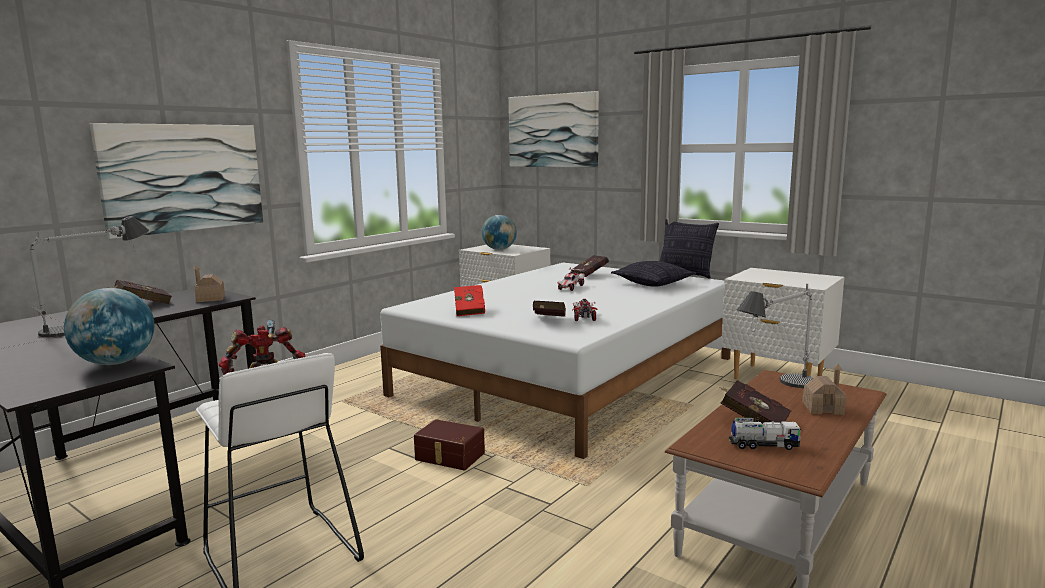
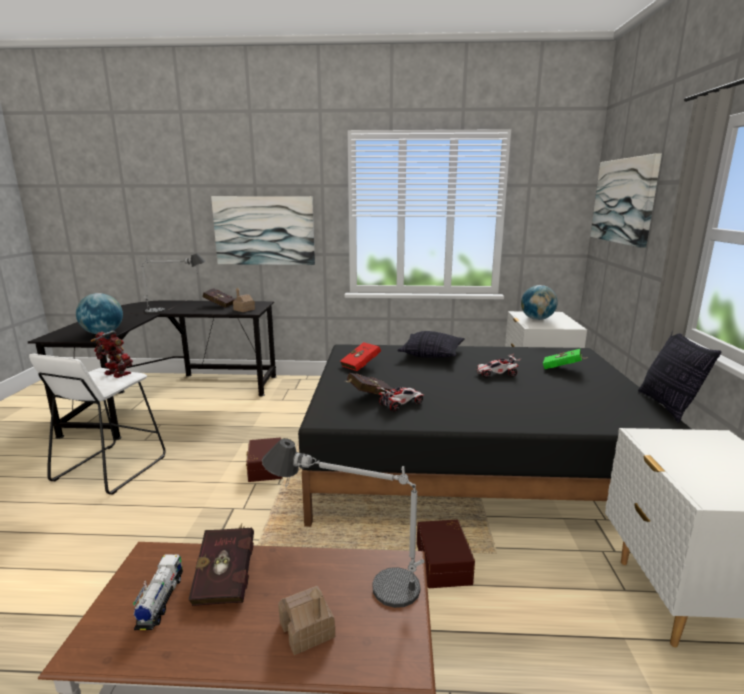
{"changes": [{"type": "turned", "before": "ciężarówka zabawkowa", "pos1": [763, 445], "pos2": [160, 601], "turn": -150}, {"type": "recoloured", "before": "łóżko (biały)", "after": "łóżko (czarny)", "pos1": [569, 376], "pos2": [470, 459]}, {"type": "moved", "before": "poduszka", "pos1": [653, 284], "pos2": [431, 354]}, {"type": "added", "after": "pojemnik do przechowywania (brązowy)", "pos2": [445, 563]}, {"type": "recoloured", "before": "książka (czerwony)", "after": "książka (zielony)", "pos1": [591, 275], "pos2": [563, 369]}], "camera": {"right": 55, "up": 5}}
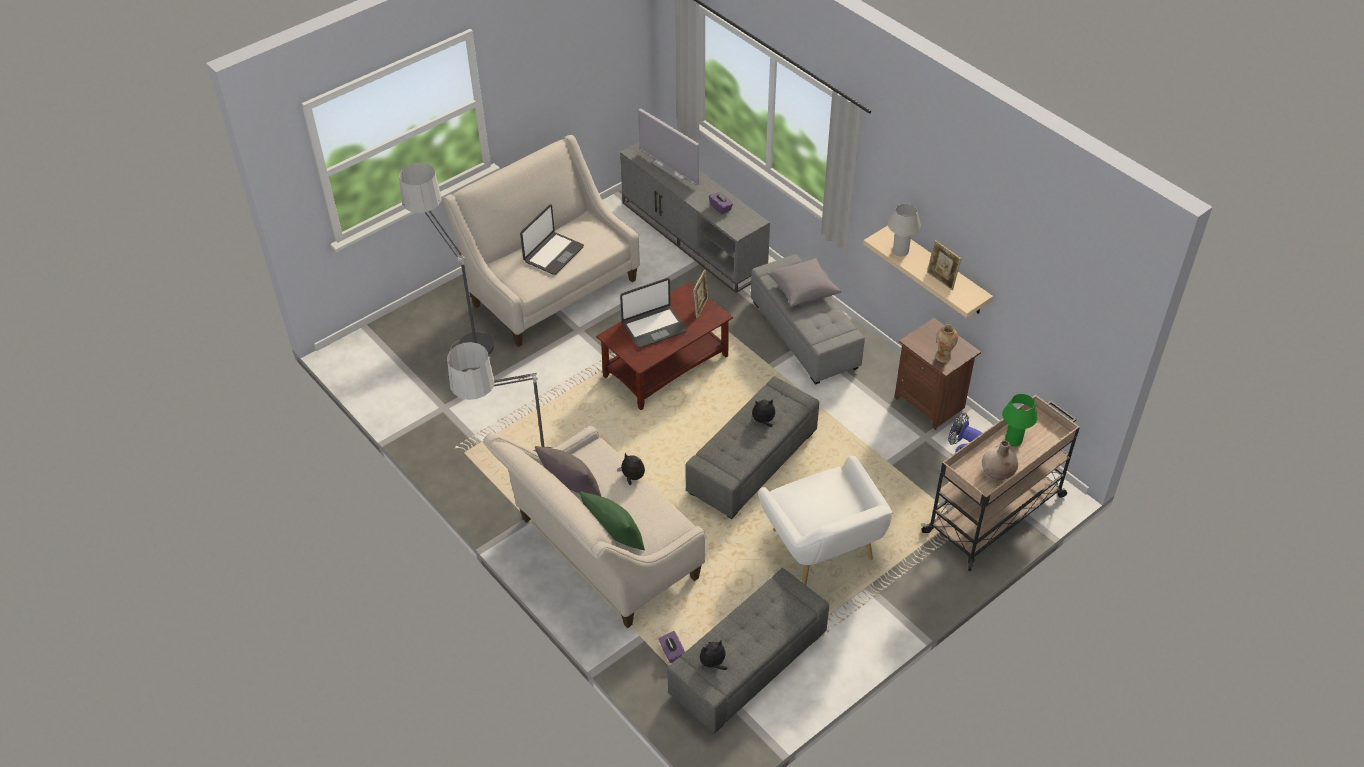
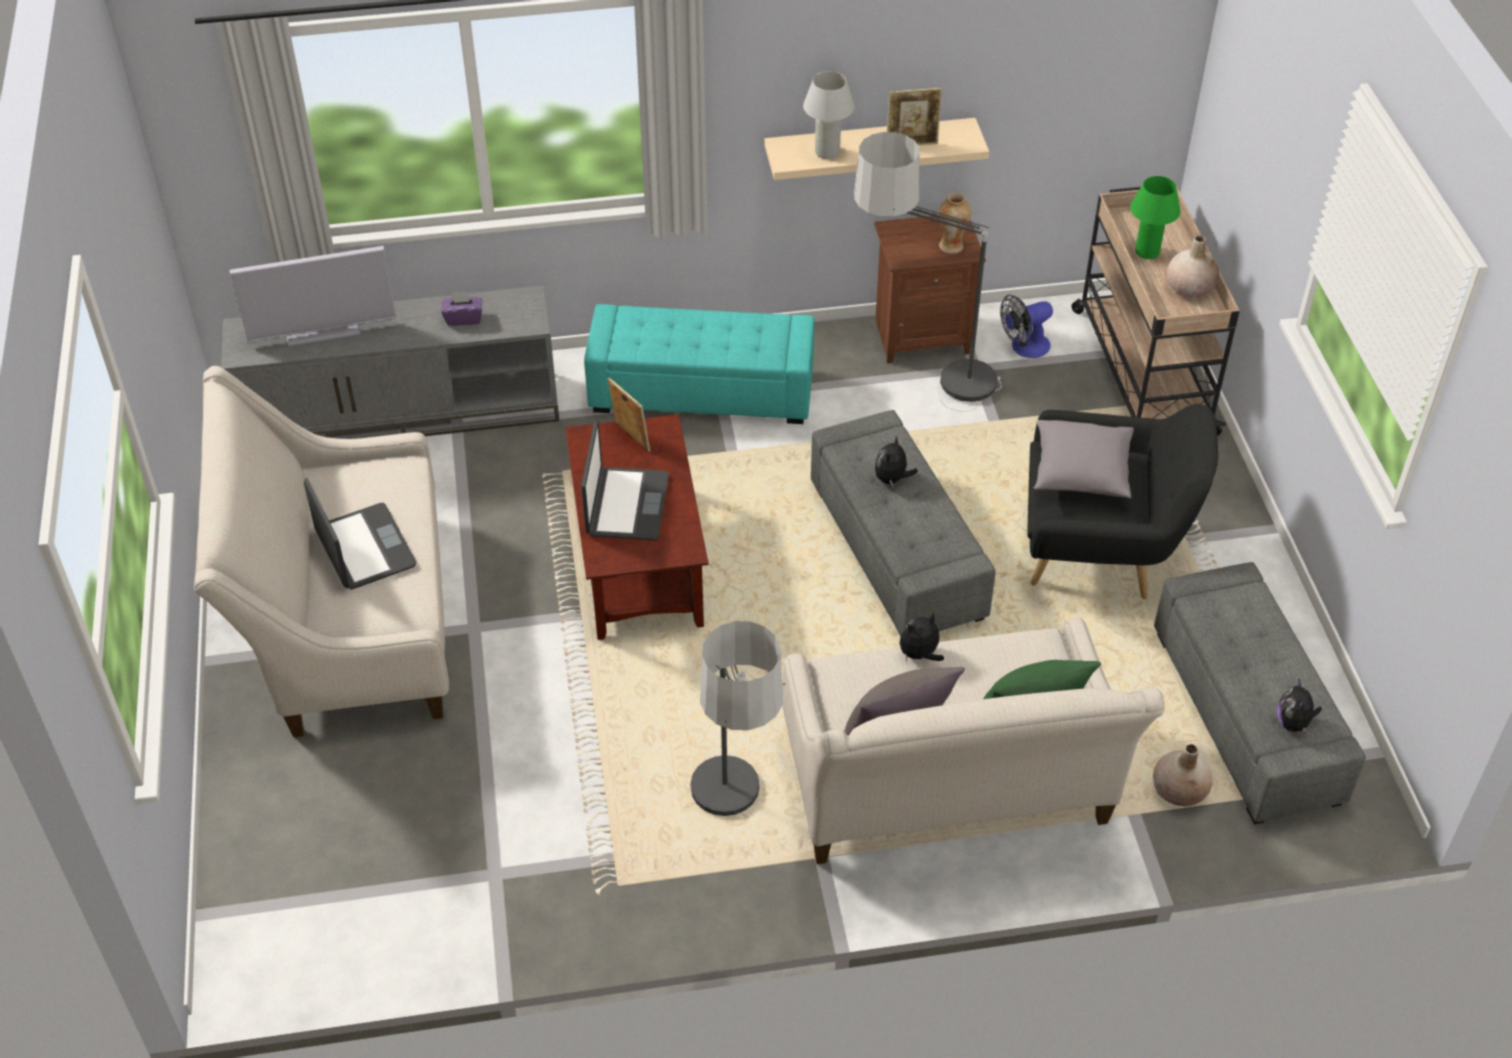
{"changes": [{"type": "recoloured", "before": "pufa (szary)", "after": "pufa (turkusowy)", "pos1": [804, 334], "pos2": [702, 390]}, {"type": "moved", "before": "lampa stojąca", "pos1": [458, 333], "pos2": [923, 391]}, {"type": "recoloured", "before": "fotel (biały)", "after": "fotel (czarny)", "pos1": [824, 551], "pos2": [1100, 552]}, {"type": "moved", "before": "poduszka (szary)", "pos1": [803, 290], "pos2": [1080, 473]}, {"type": "replaced", "before": "pudełko chusteczek (fioletowy)", "after": "wazon (beżowy)", "pos1": [671, 652], "pos2": [1179, 791]}], "camera": {"right": -60, "up": 0}}
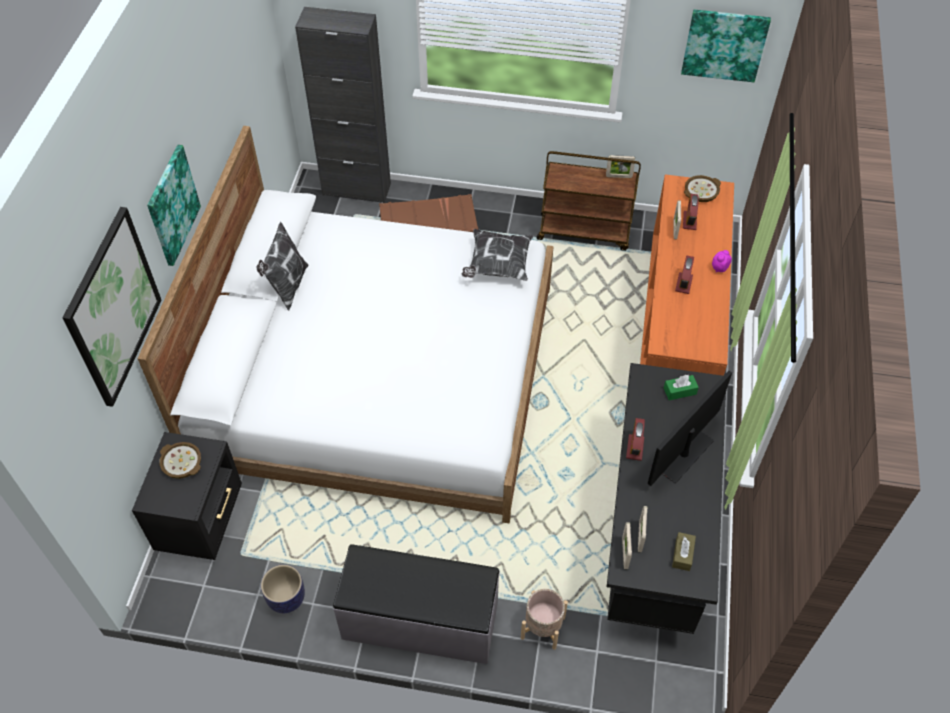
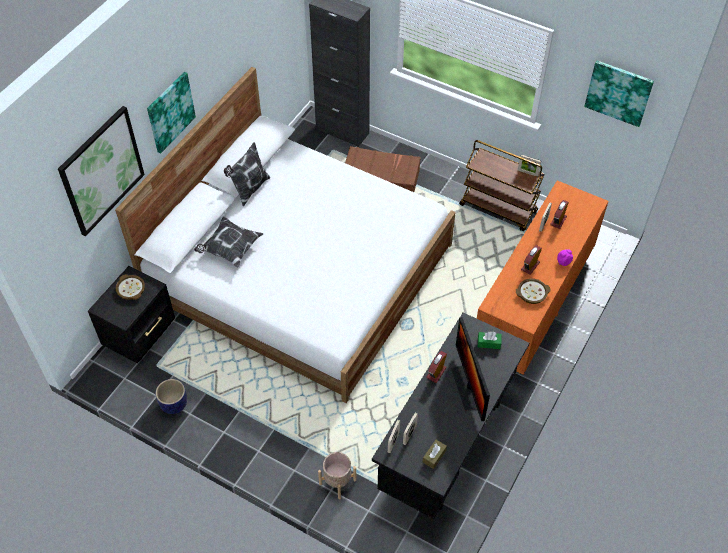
{"changes": [{"type": "moved", "before": "poduszka", "pos1": [497, 265], "pos2": [230, 249]}, {"type": "turned", "before": "monitor", "pos1": [682, 453], "pos2": [468, 387], "turn": -75}, {"type": "moved", "before": "miska", "pos1": [700, 192], "pos2": [532, 293]}, {"type": "removed", "before": "ławka (szary)", "pos1": [420, 622]}], "camera": {"right": 20, "up": 0}}
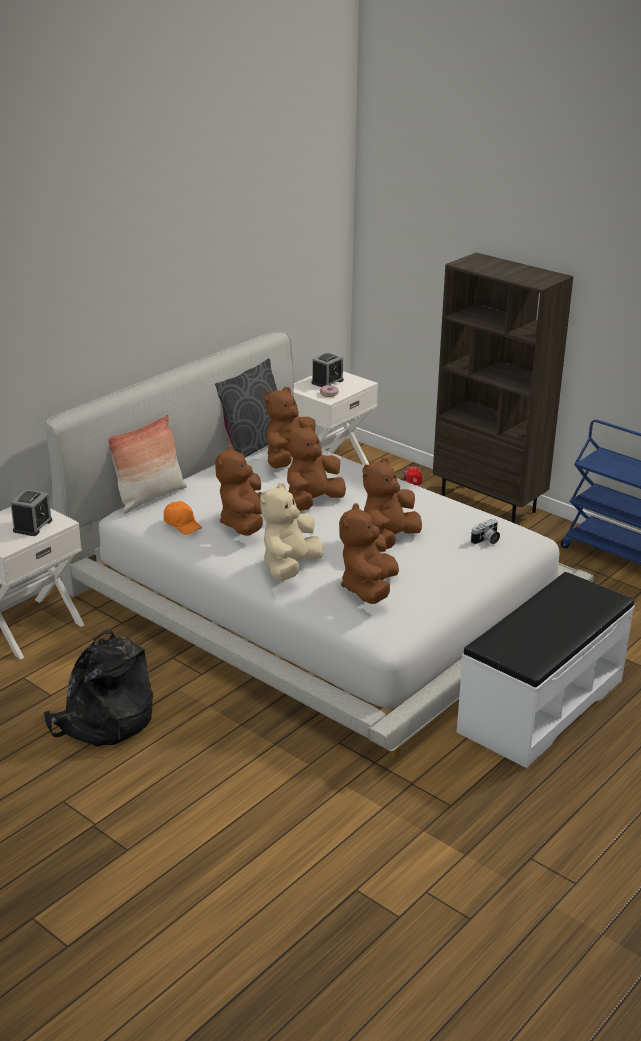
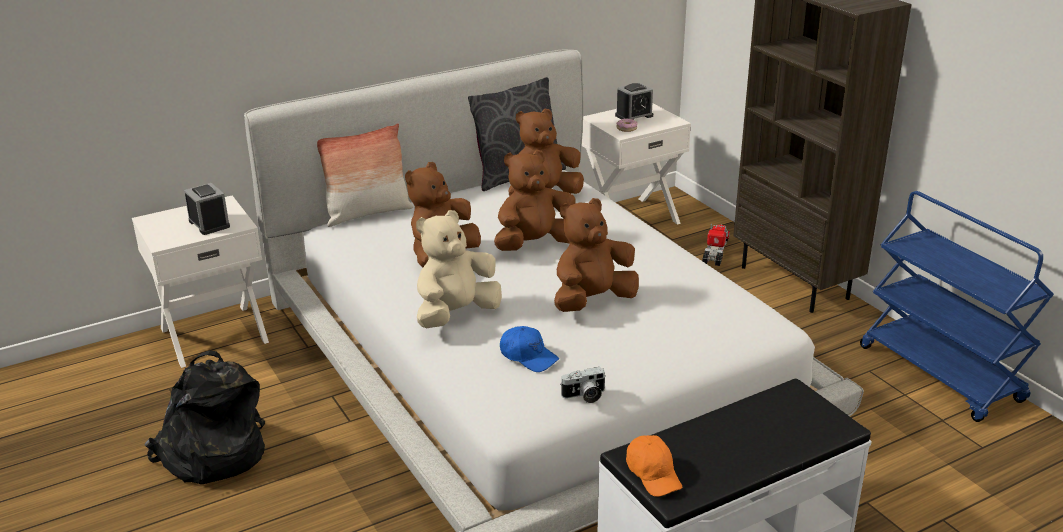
{"changes": [{"type": "turned", "before": "budzik", "pos1": [32, 526], "pos2": [209, 224], "turn": -75}, {"type": "replaced", "before": "pluszak (brązowy)", "after": "czapka z daszkiem (niebieski)", "pos1": [368, 589], "pos2": [528, 356]}, {"type": "moved", "before": "aparat fotograficzny", "pos1": [486, 541], "pos2": [584, 396]}, {"type": "moved", "before": "czapka z daszkiem (pomarańczowy)", "pos1": [182, 525], "pos2": [653, 474]}], "camera": {"right": 20, "up": 0}}
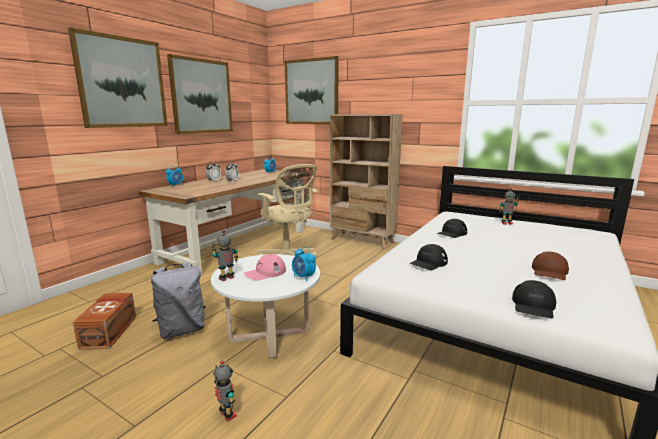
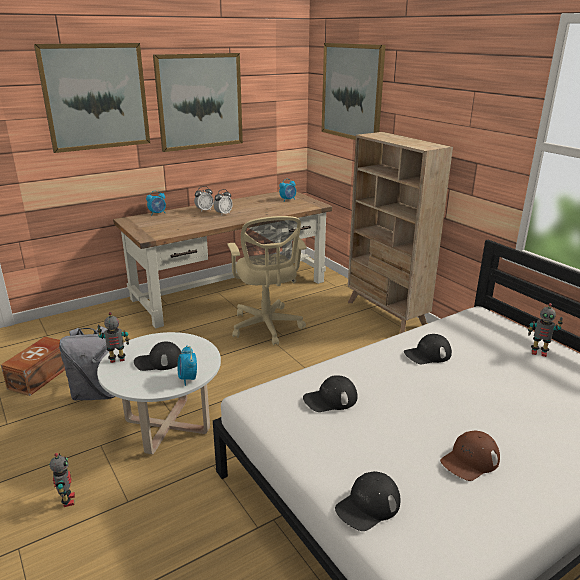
{"changes": [{"type": "recoloured", "before": "czapka z daszkiem (różowy)", "after": "czapka z daszkiem (czarny)", "pos1": [265, 272], "pos2": [158, 361]}], "camera": {"right": 25, "up": 10}}
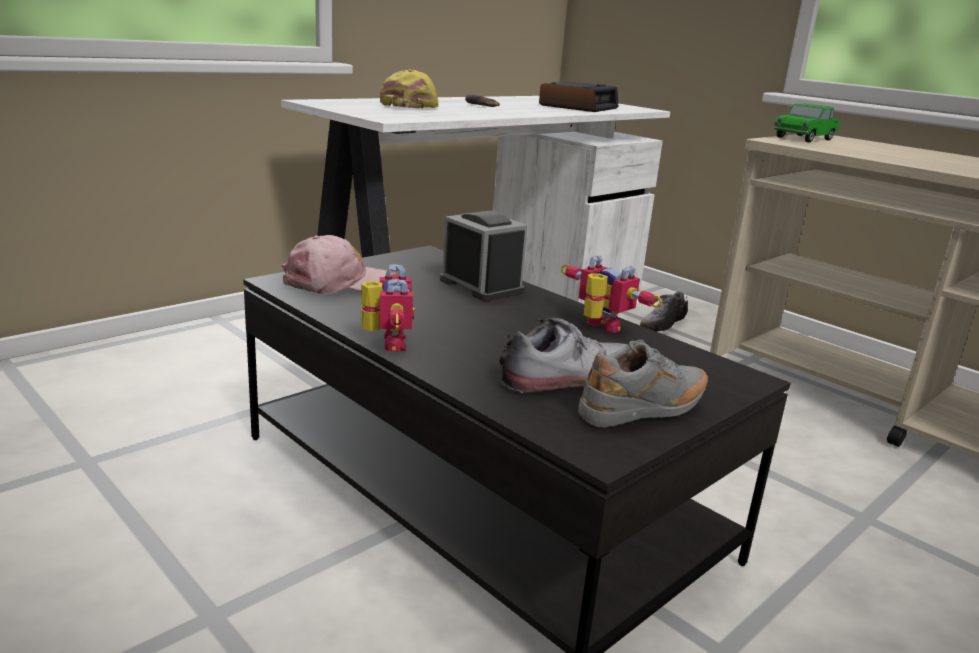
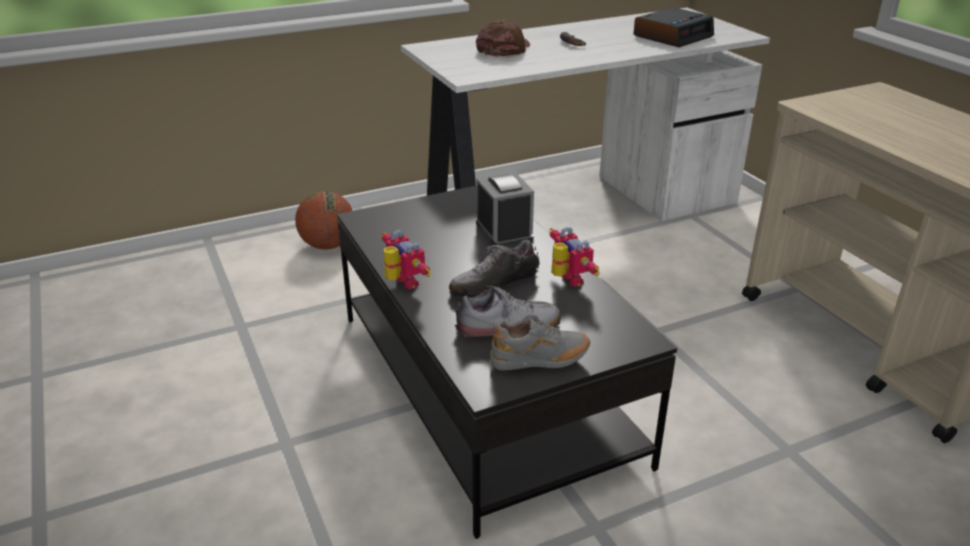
{"changes": [{"type": "added", "after": "piłka do koszykówki", "pos2": [328, 245]}, {"type": "turned", "before": "robot zabawkowy", "pos1": [386, 343], "pos2": [402, 283], "turn": -45}, {"type": "moved", "before": "but", "pos1": [662, 324], "pos2": [493, 283]}, {"type": "recoloured", "before": "czapka z daszkiem (żółty)", "after": "czapka z daszkiem (brązowy)", "pos1": [410, 106], "pos2": [504, 49]}, {"type": "removed", "before": "czapka z daszkiem (różowy)", "pos1": [338, 283]}, {"type": "removed", "before": "samochodzik", "pos1": [804, 138]}], "camera": {"right": 20, "up": 10}}
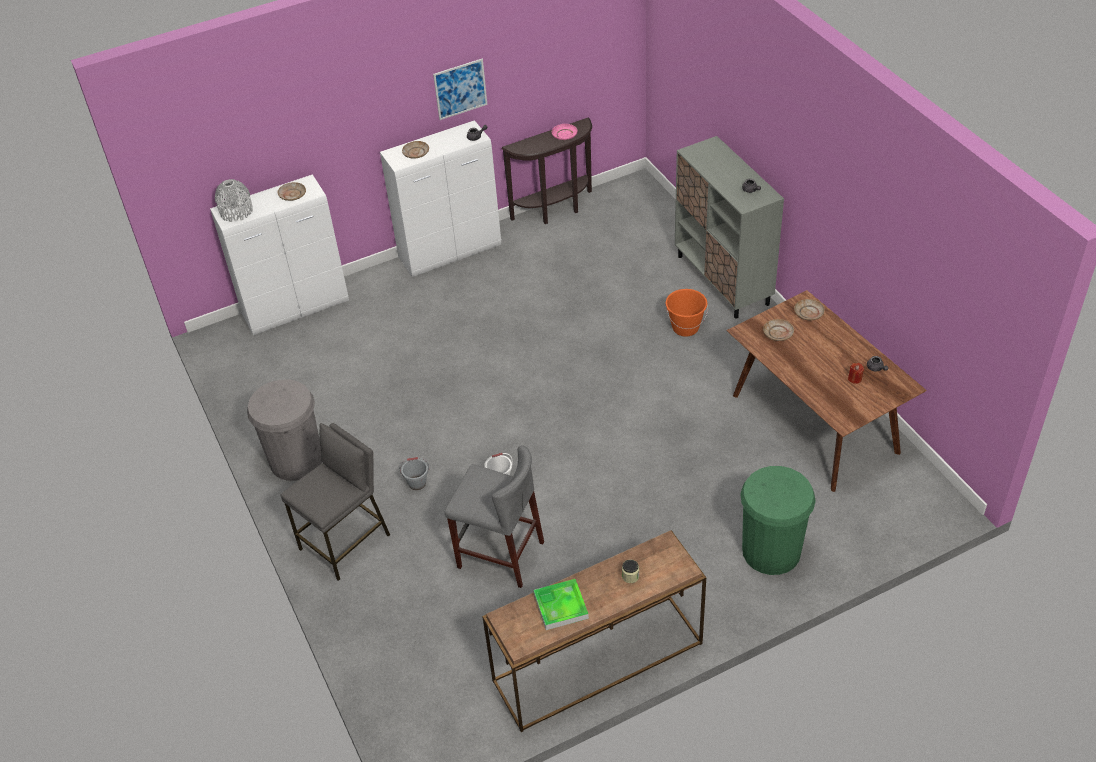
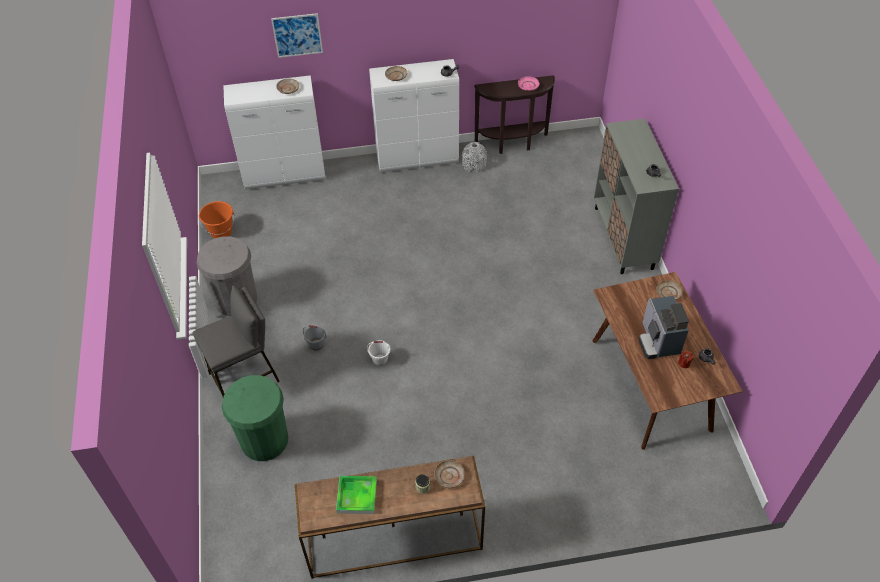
{"changes": [{"type": "moved", "before": "wiadro (pomarańczowy)", "pos1": [685, 328], "pos2": [221, 232]}, {"type": "moved", "before": "kosz na śmieci (zielony)", "pos1": [771, 551], "pos2": [264, 440]}, {"type": "moved", "before": "obraz", "pos1": [460, 89], "pos2": [297, 35]}, {"type": "moved", "before": "talerz (beżowy)", "pos1": [778, 333], "pos2": [449, 476]}, {"type": "moved", "before": "wazon (szary)", "pos1": [236, 212], "pos2": [474, 164]}, {"type": "added", "after": "ekspres do kawy", "pos2": [658, 341]}, {"type": "removed", "before": "stołek (szary)", "pos1": [500, 554]}], "camera": {"right": 15, "up": 5}}
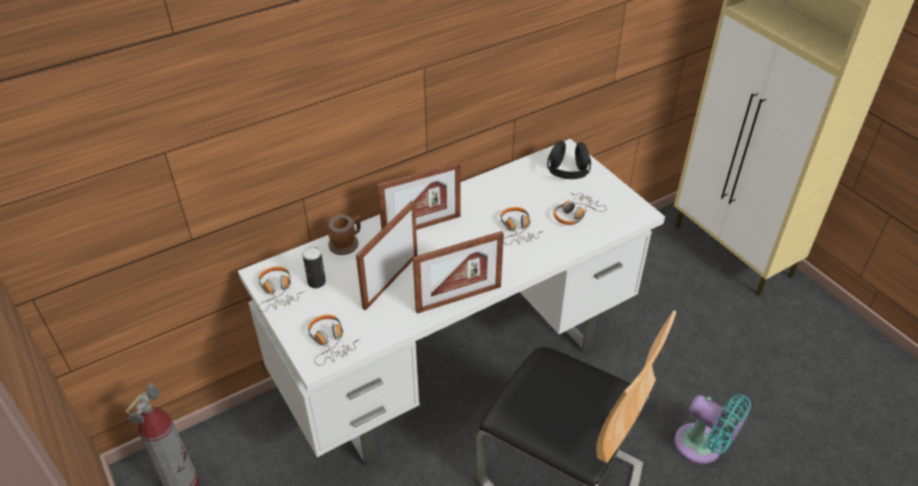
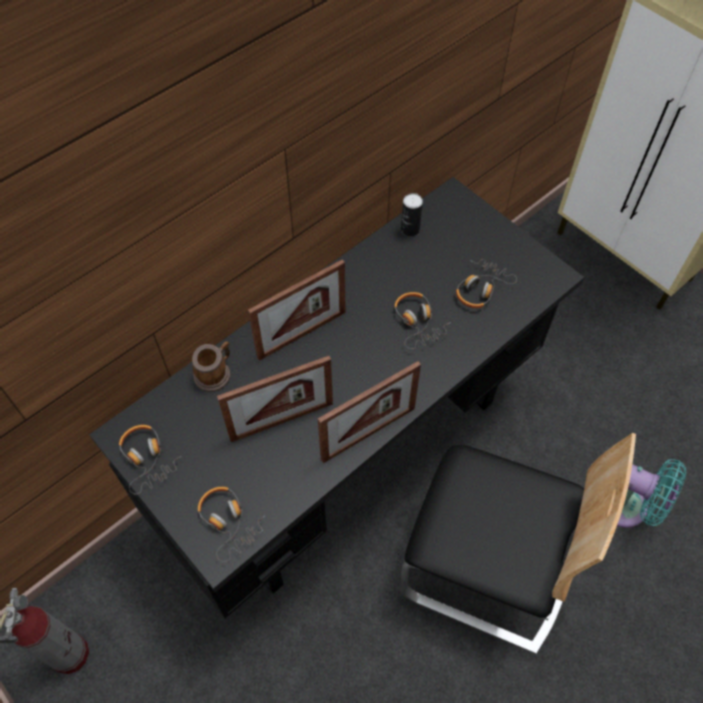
{"changes": [{"type": "recoloured", "before": "biurko (biały)", "after": "biurko (czarny)", "pos1": [458, 367], "pos2": [350, 451]}, {"type": "turned", "before": "ramka na zdjęcie", "pos1": [390, 281], "pos2": [281, 421], "turn": -135}, {"type": "moved", "before": "puszka", "pos1": [316, 282], "pos2": [410, 229]}, {"type": "removed", "before": "słuchawki (czarny)", "pos1": [567, 172]}], "camera": {"right": -10, "up": 15}}
